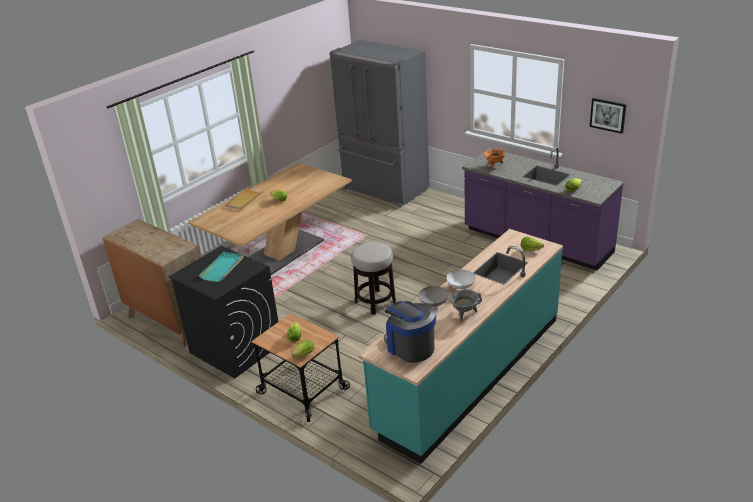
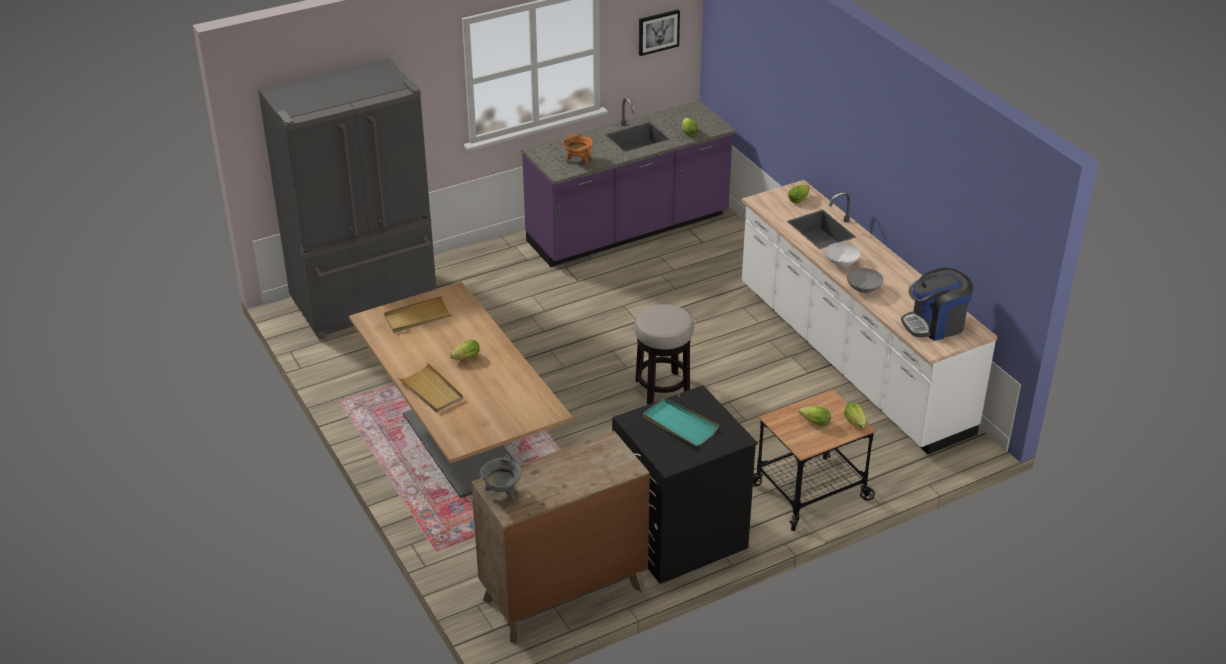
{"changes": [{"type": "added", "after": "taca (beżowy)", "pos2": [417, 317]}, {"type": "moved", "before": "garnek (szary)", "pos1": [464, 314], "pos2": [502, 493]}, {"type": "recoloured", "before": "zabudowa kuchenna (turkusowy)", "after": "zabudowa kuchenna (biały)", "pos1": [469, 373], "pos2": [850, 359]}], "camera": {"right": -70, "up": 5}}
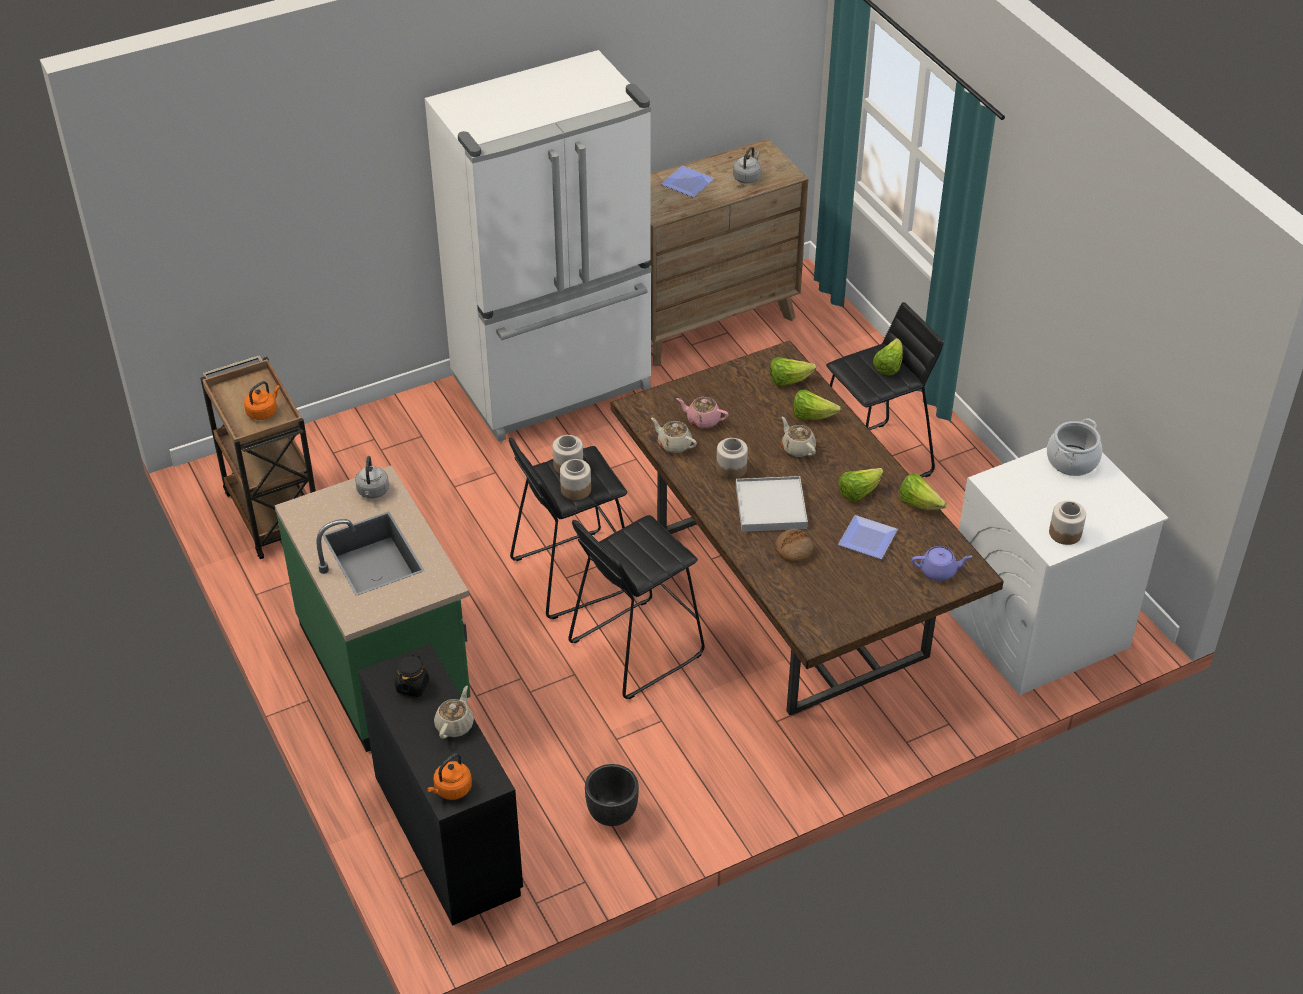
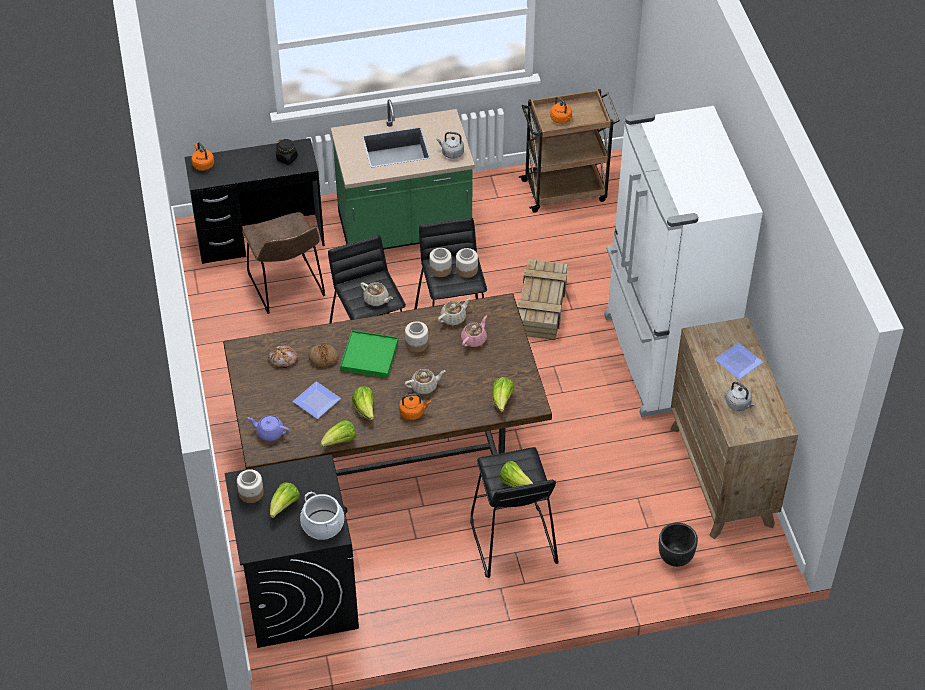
{"changes": [{"type": "recoloured", "before": "pralka (biały)", "after": "pralka (czarny)", "pos1": [1036, 629], "pos2": [298, 592]}, {"type": "added", "after": "krzesło (brązowy)", "pos2": [287, 288]}, {"type": "turned", "before": "imbryk (fioletowy)", "pos1": [939, 571], "pos2": [269, 432], "turn": 90}, {"type": "added", "after": "chleb", "pos2": [283, 360]}, {"type": "moved", "before": "sałata", "pos1": [812, 416], "pos2": [284, 506]}, {"type": "recoloured", "before": "taca (biały)", "after": "taca (zielony)", "pos1": [770, 507], "pos2": [369, 356]}, {"type": "moved", "before": "imbryk (beżowy)", "pos1": [455, 725], "pos2": [376, 299]}, {"type": "added", "after": "czajnik (pomarańczowy)", "pos2": [413, 412]}, {"type": "added", "after": "skrzynka", "pos2": [541, 308]}, {"type": "moved", "before": "donica (czarny)", "pos1": [612, 815], "pos2": [675, 558]}], "camera": {"right": 105, "up": 5}}
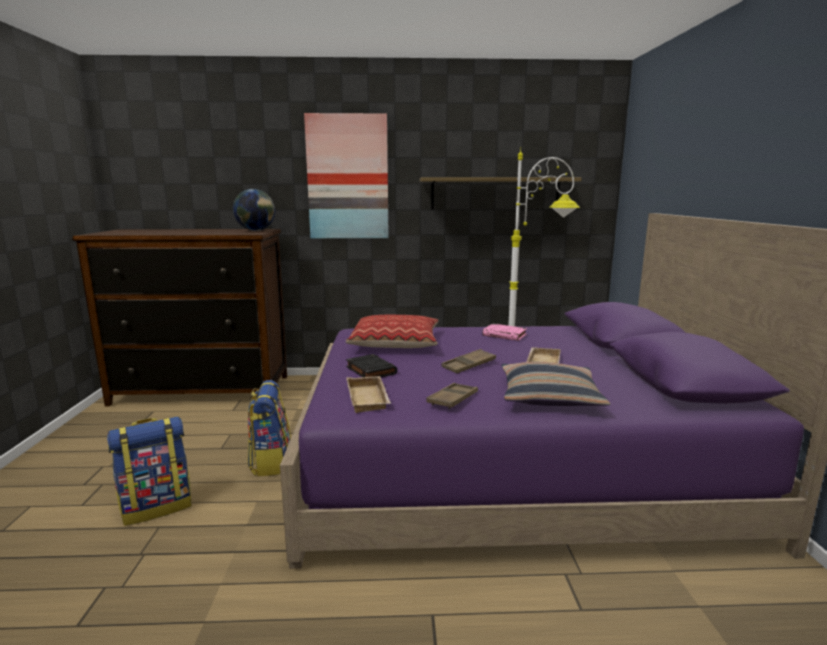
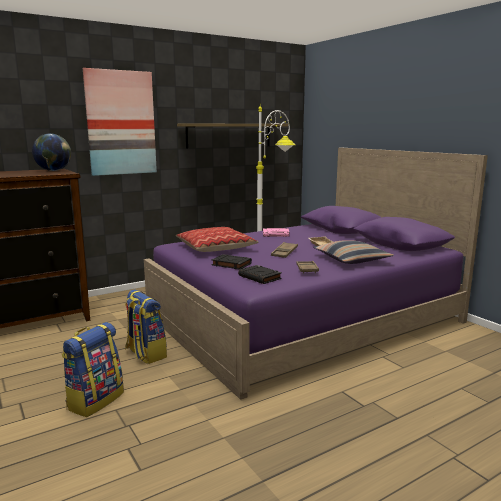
{"changes": [{"type": "replaced", "before": "taca (beżowy)", "after": "książka (czarny)", "pos1": [369, 398], "pos2": [260, 277]}], "camera": {"right": -30, "up": 0}}
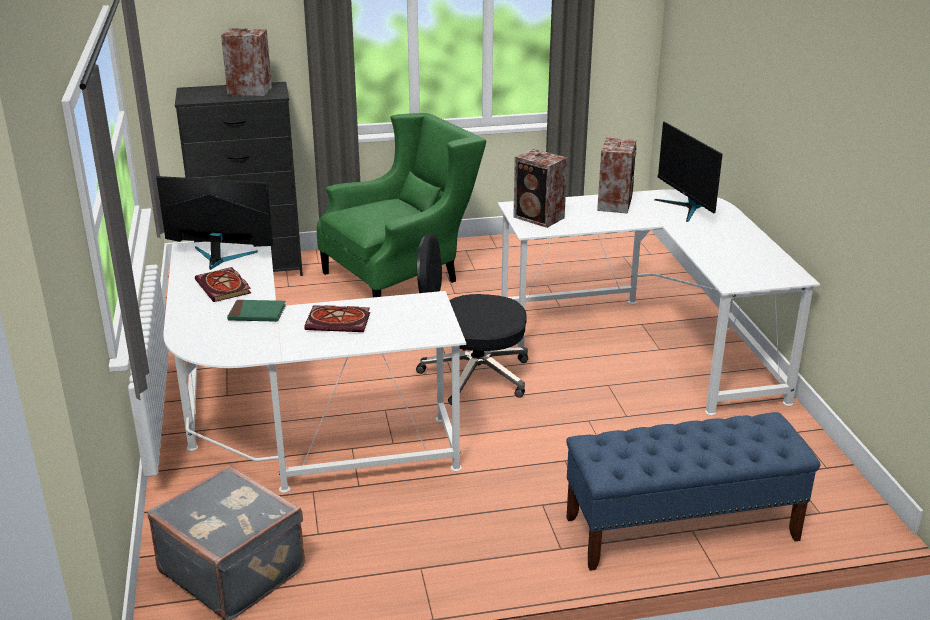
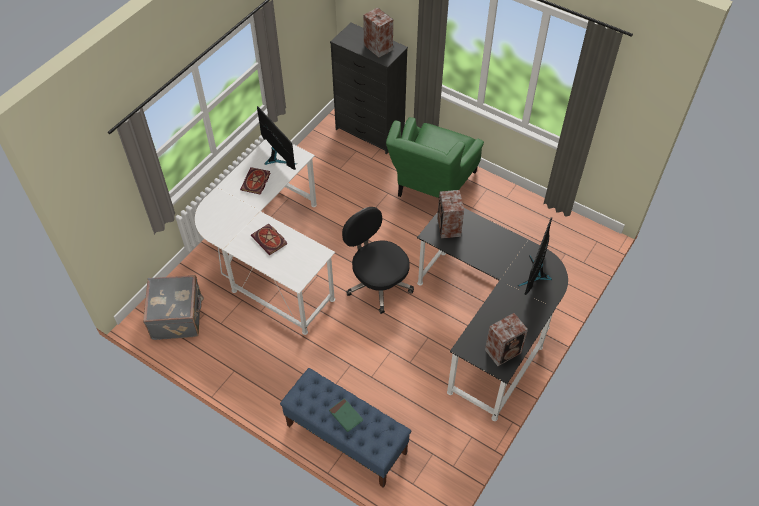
{"changes": [{"type": "moved", "before": "książka (zielony)", "pos1": [257, 313], "pos2": [346, 416]}, {"type": "turned", "before": "fotel (zielony)", "pos1": [402, 276], "pos2": [431, 187], "turn": 105}, {"type": "recoloured", "before": "biurko (biały)", "after": "biurko (czarny)", "pos1": [650, 341], "pos2": [488, 326]}, {"type": "moved", "before": "głośnik", "pos1": [615, 204], "pos2": [504, 351]}], "camera": {"right": 45, "up": 25}}
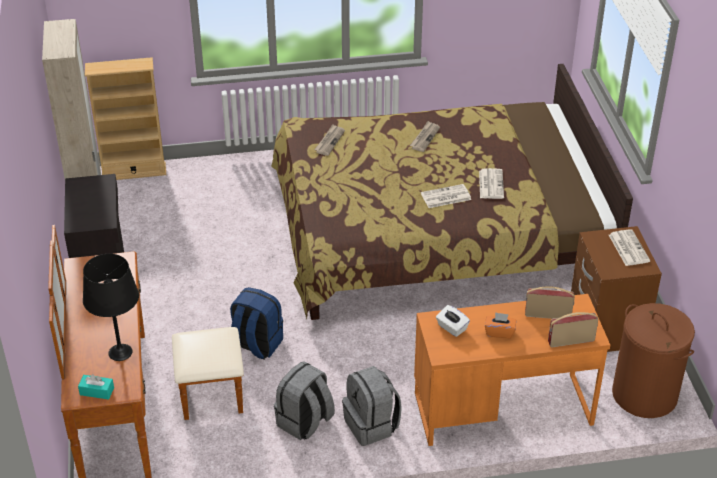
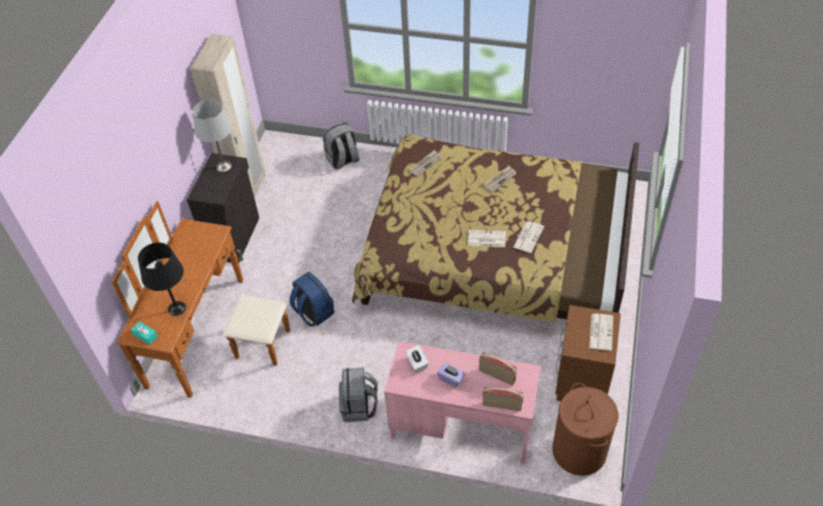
{"changes": [{"type": "added", "after": "lampa stołowa (szary)", "pos2": [223, 166]}, {"type": "moved", "before": "plecak (szary)", "pos1": [305, 422], "pos2": [342, 160]}, {"type": "recoloured", "before": "biurko (pomarańczowy)", "after": "biurko (różowy)", "pos1": [502, 408], "pos2": [461, 425]}, {"type": "recoloured", "before": "pudełko chusteczek (pomarańczowy)", "after": "pudełko chusteczek (fioletowy)", "pos1": [499, 332], "pos2": [451, 379]}, {"type": "removed", "before": "regał (beżowy)", "pos1": [134, 171]}], "camera": {"right": 25, "up": 10}}
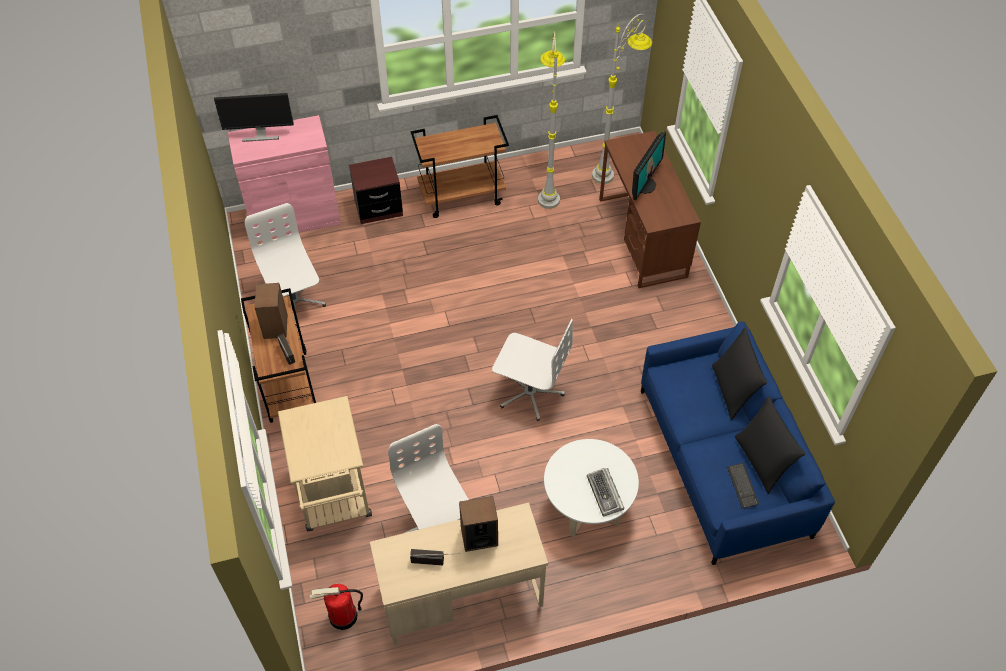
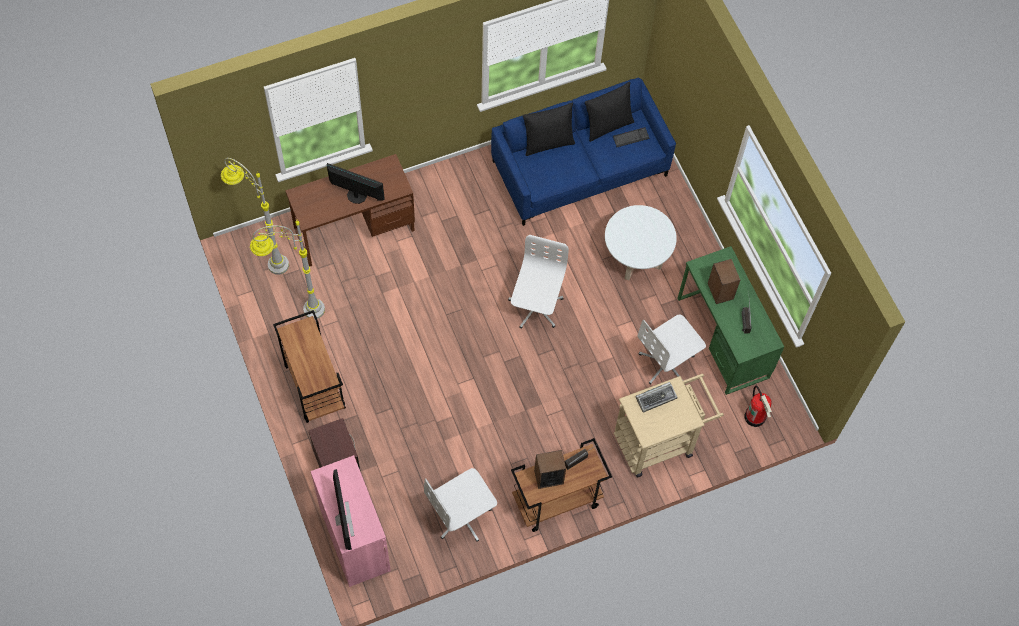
{"changes": [{"type": "moved", "before": "klawiatura", "pos1": [605, 494], "pos2": [656, 398]}, {"type": "recoloured", "before": "biurko (beżowy)", "after": "biurko (zielony)", "pos1": [460, 595], "pos2": [722, 338]}], "camera": {"right": -100, "up": 10}}
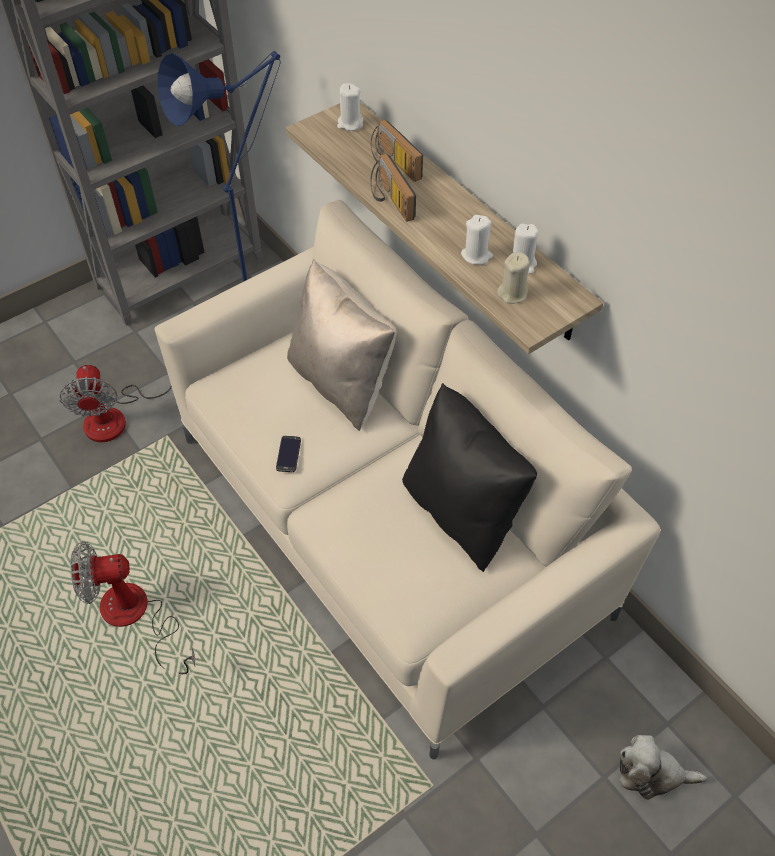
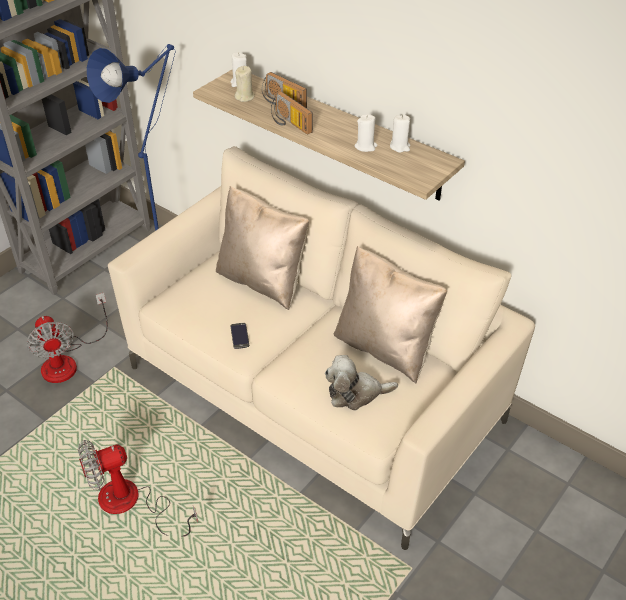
{"changes": [{"type": "moved", "before": "świeca (beżowy)", "pos1": [512, 293], "pos2": [245, 97]}, {"type": "moved", "before": "pluszak", "pos1": [652, 773], "pos2": [356, 393]}, {"type": "recoloured", "before": "poduszka (czarny)", "after": "poduszka (beżowy)", "pos1": [462, 511], "pos2": [385, 347]}], "camera": {"right": -15, "up": -10}}
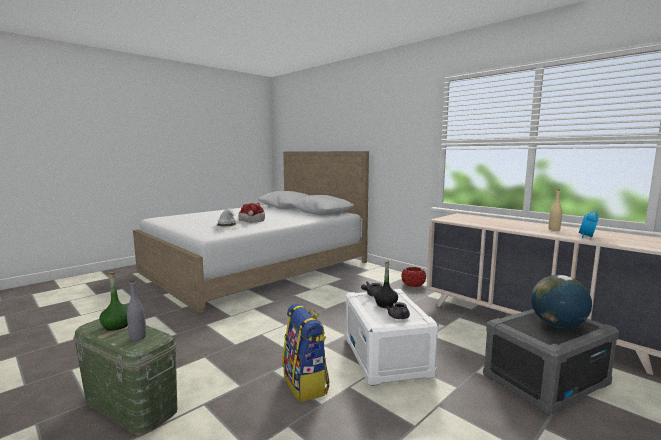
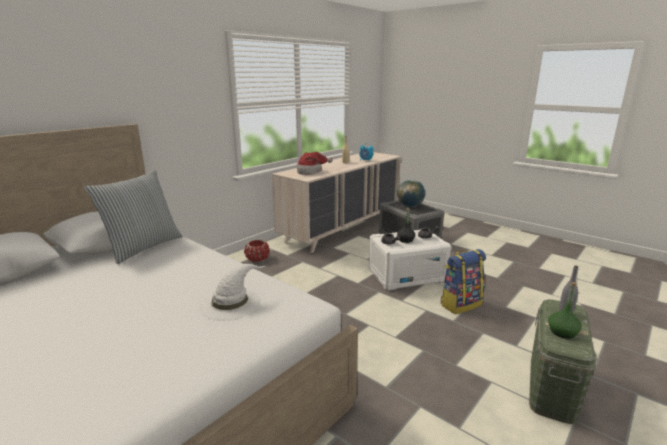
{"changes": [{"type": "added", "after": "poduszka", "pos2": [143, 247]}, {"type": "moved", "before": "kapelusz", "pos1": [252, 220], "pos2": [310, 171]}], "camera": {"right": -95, "up": 10}}
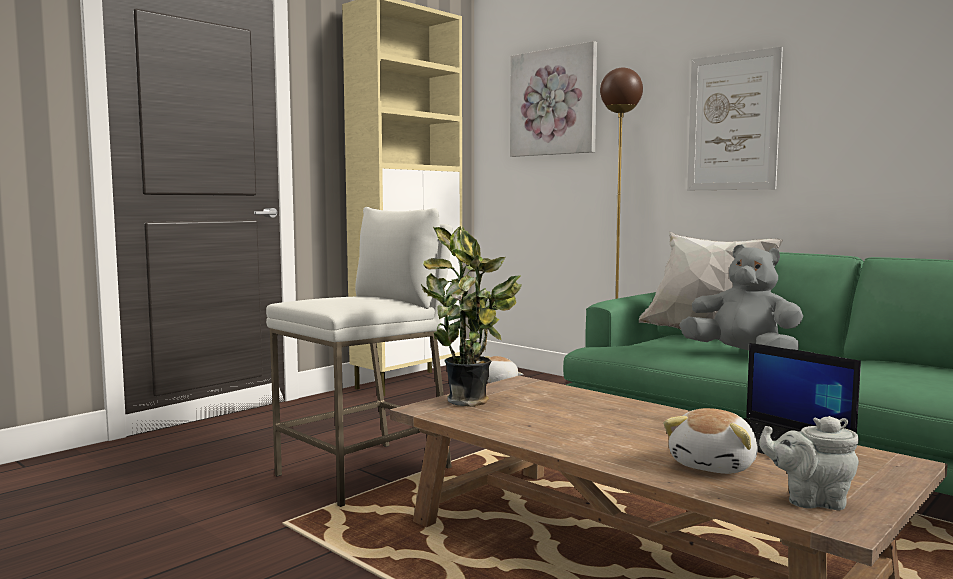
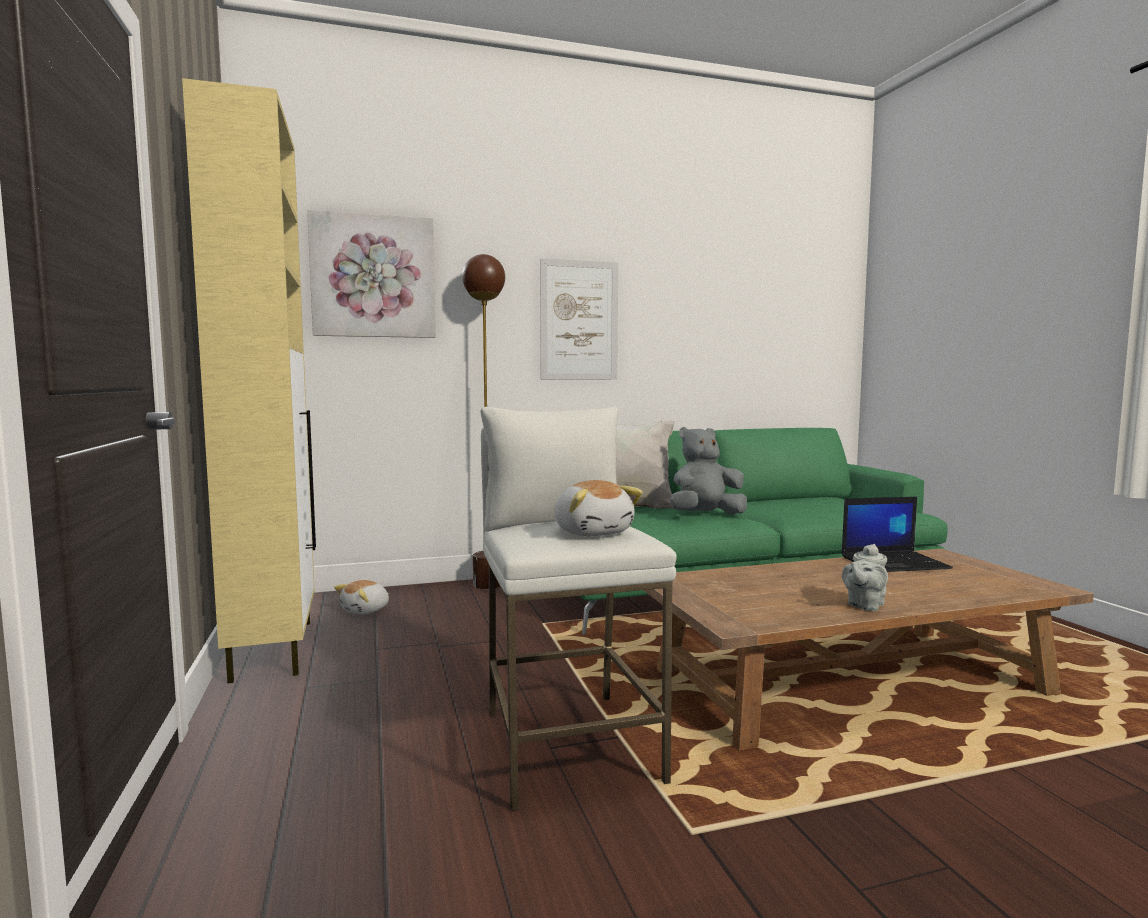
{"changes": [{"type": "moved", "before": "pluszak", "pos1": [714, 465], "pos2": [593, 532]}, {"type": "moved", "before": "imbryk (szary)", "pos1": [810, 500], "pos2": [864, 605]}, {"type": "removed", "before": "roślina doniczkowa", "pos1": [472, 402]}], "camera": {"right": -60, "up": 0}}
